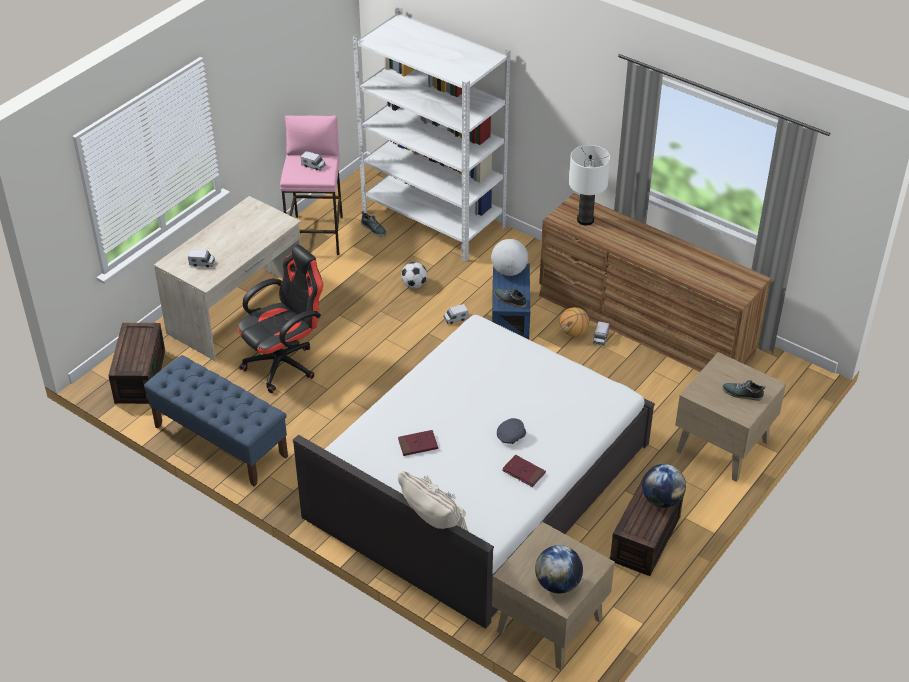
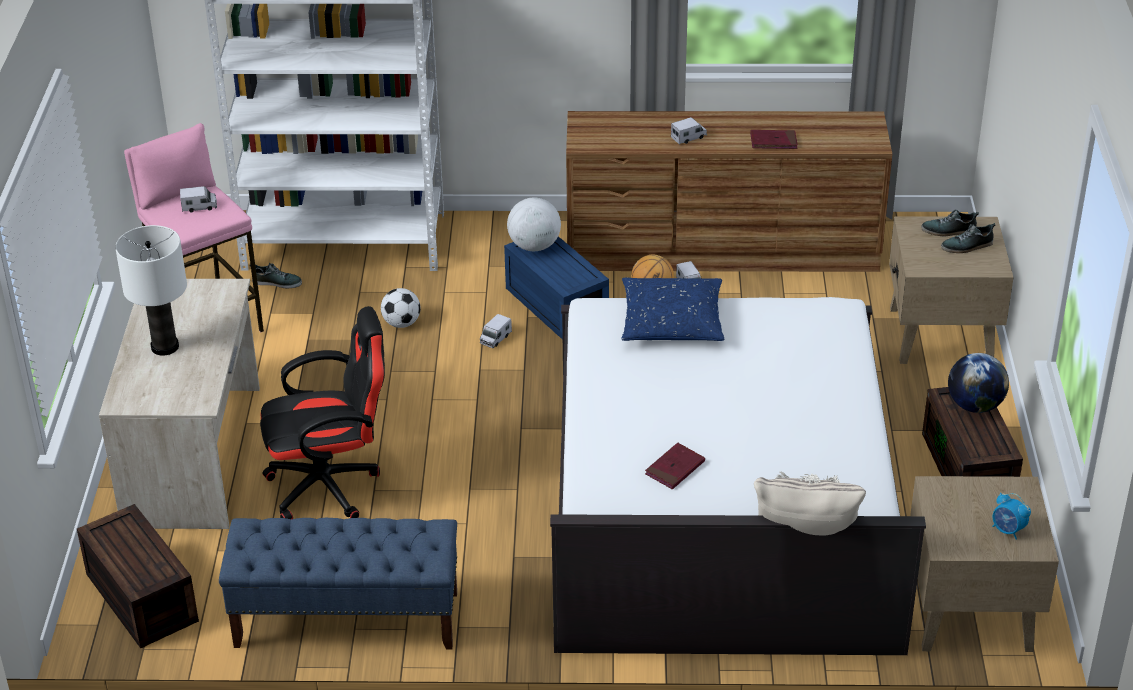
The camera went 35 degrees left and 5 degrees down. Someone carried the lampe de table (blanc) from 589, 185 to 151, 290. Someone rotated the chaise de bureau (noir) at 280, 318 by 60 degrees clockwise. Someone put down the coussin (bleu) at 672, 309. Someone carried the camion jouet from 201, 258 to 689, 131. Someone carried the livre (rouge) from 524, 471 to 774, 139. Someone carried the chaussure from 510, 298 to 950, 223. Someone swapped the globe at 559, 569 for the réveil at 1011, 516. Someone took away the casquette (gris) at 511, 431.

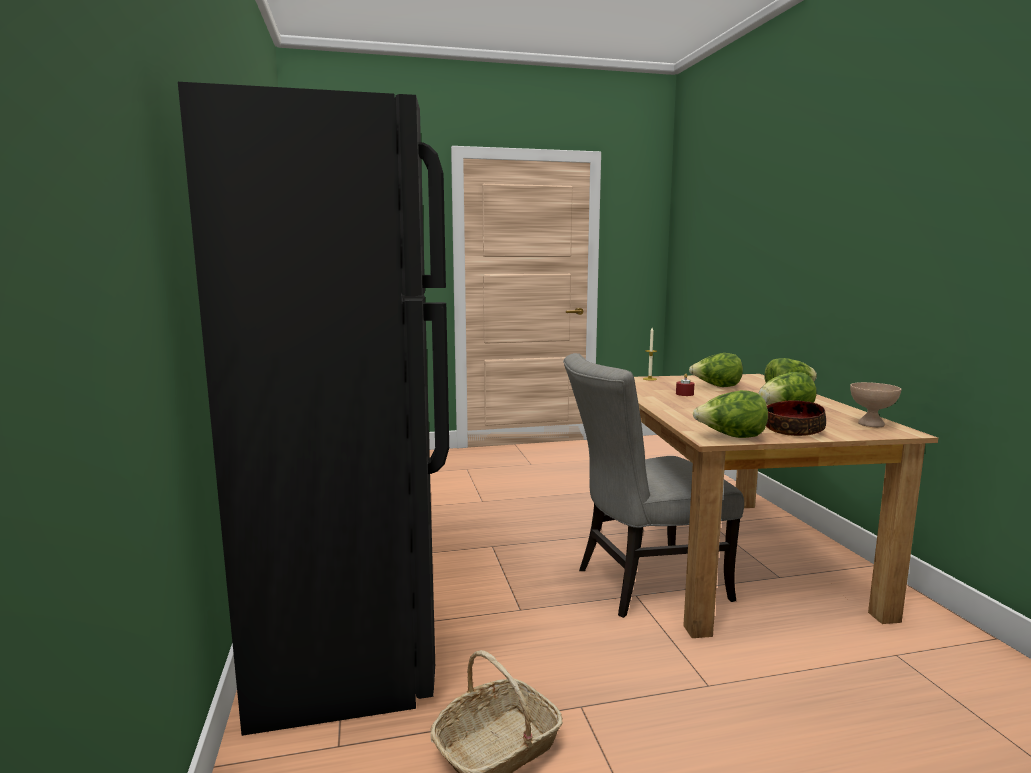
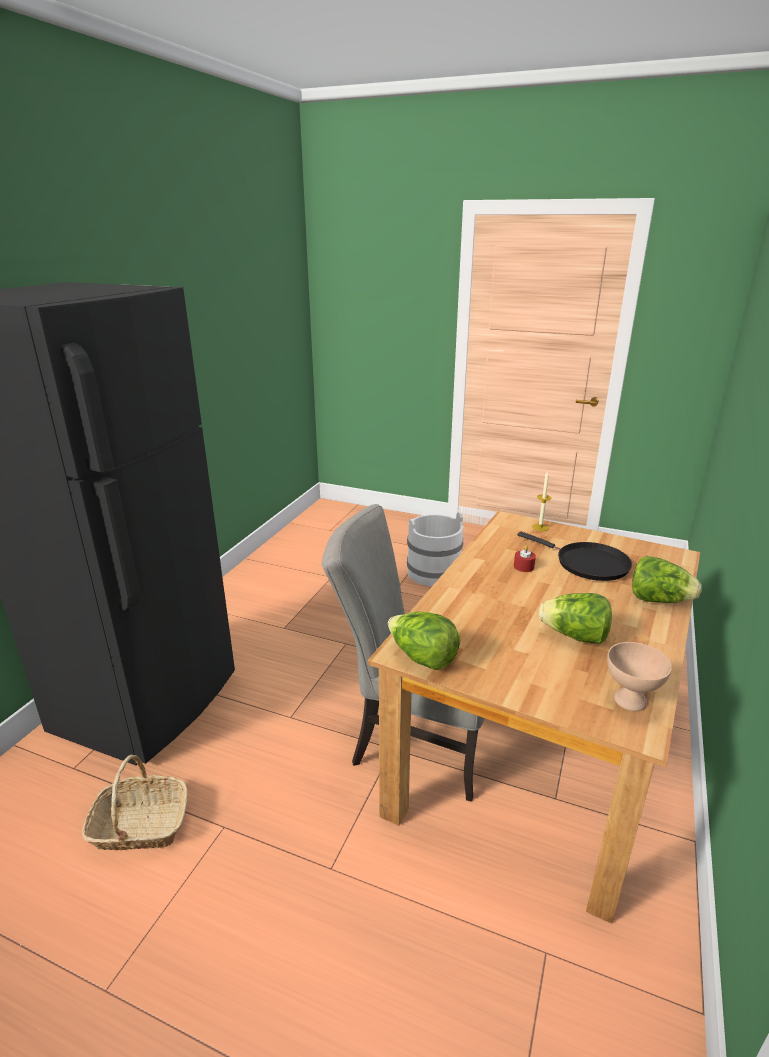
The camera went 35 degrees right and 15 degrees up. Someone put down the seau (blanc) at 435, 549. Someone swapped the laitue at 716, 370 for the poêle (noir) at 575, 556. Someone took away the bol at 796, 418.

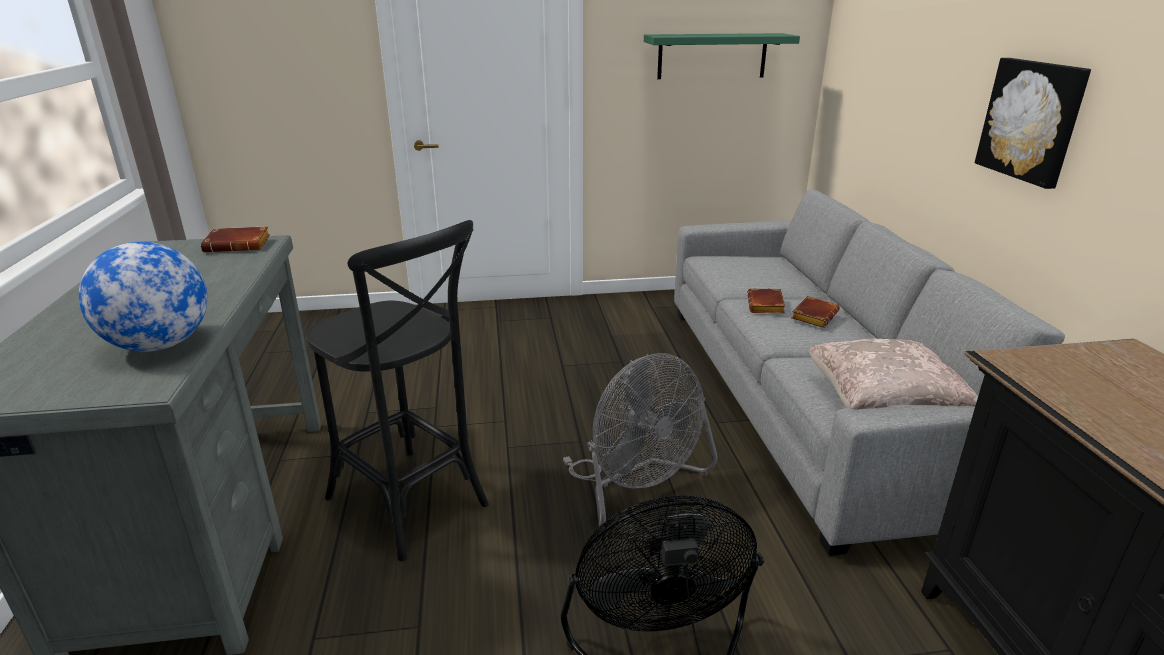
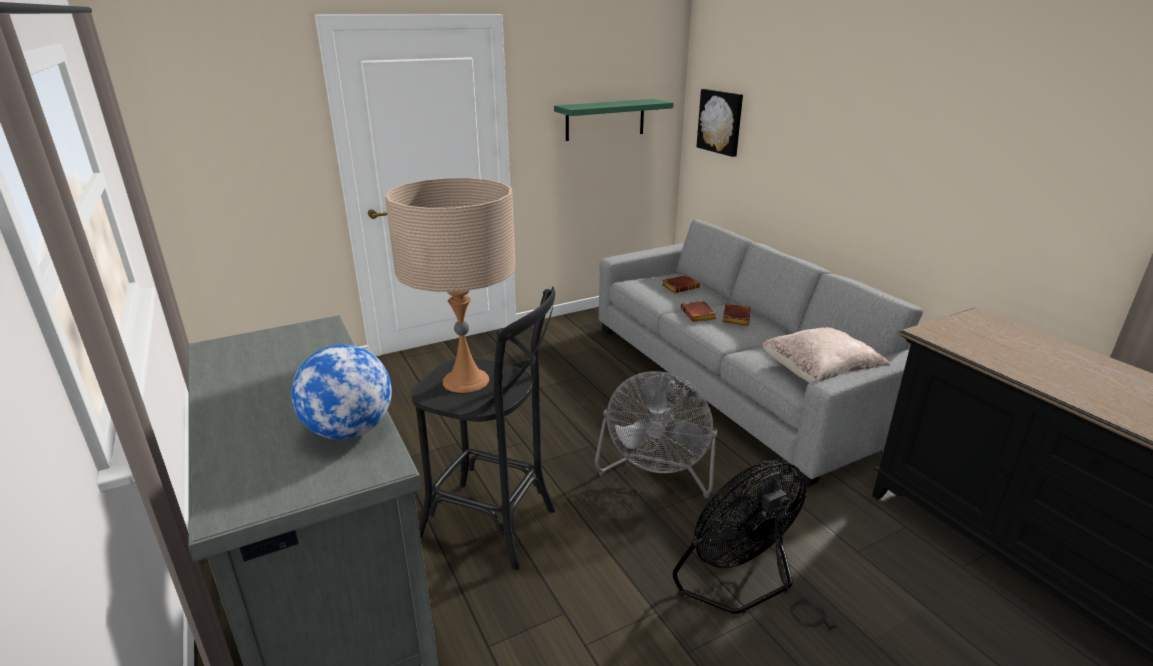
The camera went 20 degrees left and 0 degrees up. Someone put down the lampe de table (beige) at 450, 285. Someone rotated the ventilateur (gris) at 640, 441 by 75 degrees clockwise. Someone carried the livre (marron) from 235, 239 to 681, 284. Someone carried the tableau from 1033, 123 to 719, 123.

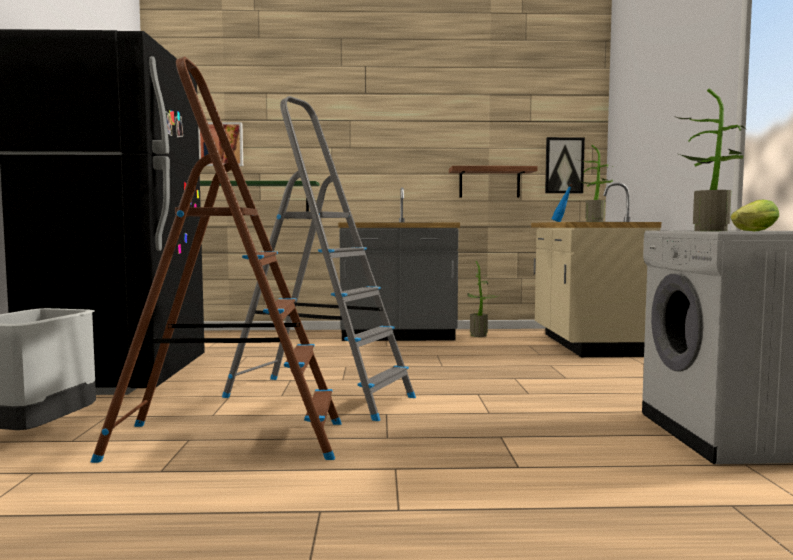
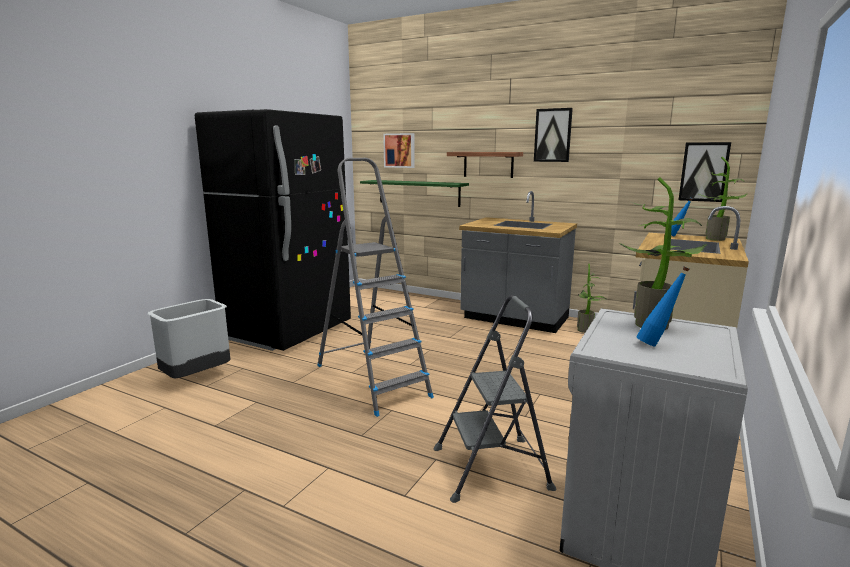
The camera went 30 degrees right and 10 degrees up. Someone put down the escabeau (gris) at 495, 399. Someone carried the étagère from 493, 182 to 485, 165. Someone put up the tableau at 553, 135. Someone swapped the laitue at 754, 215 for the bouteille (bleu) at 663, 307. Someone took away the escabeau (marron) at 216, 259.

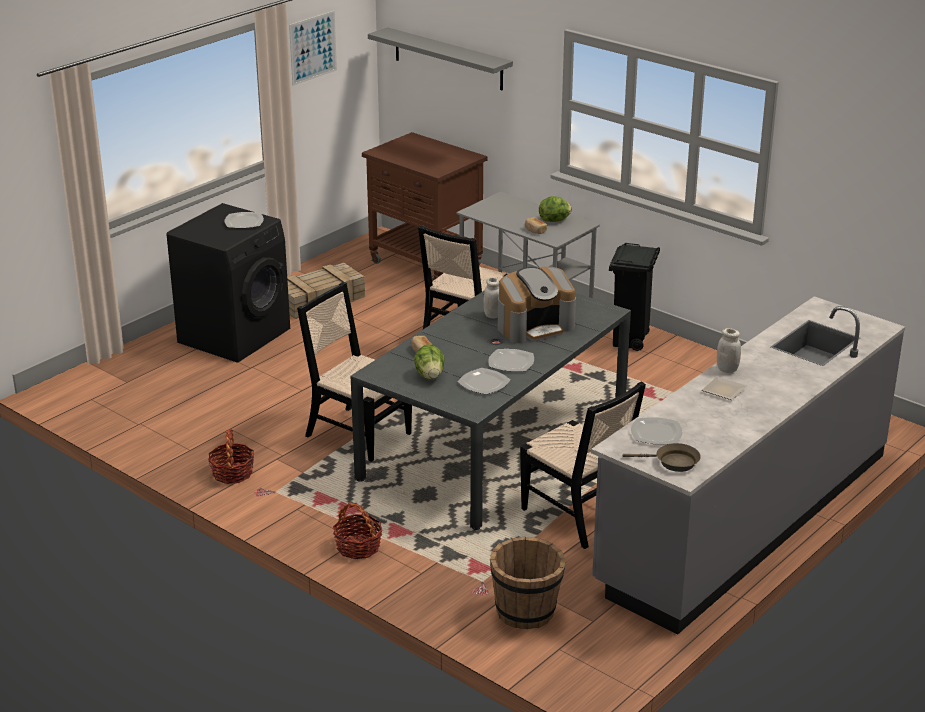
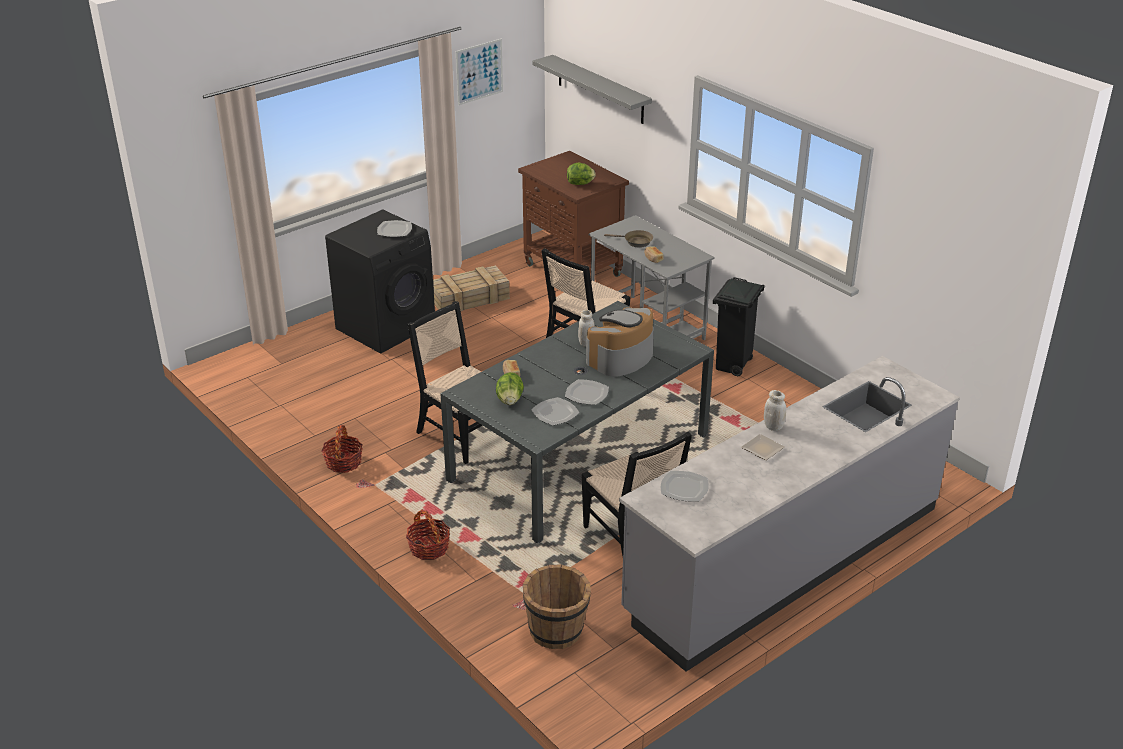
The camera went 10 degrees right and 5 degrees up. Someone carried the laitue from 555, 209 to 581, 174. Someone rotated the machine à café at 537, 305 by 150 degrees clockwise. Someone carried the poêle (marron) from 662, 457 to 628, 239.

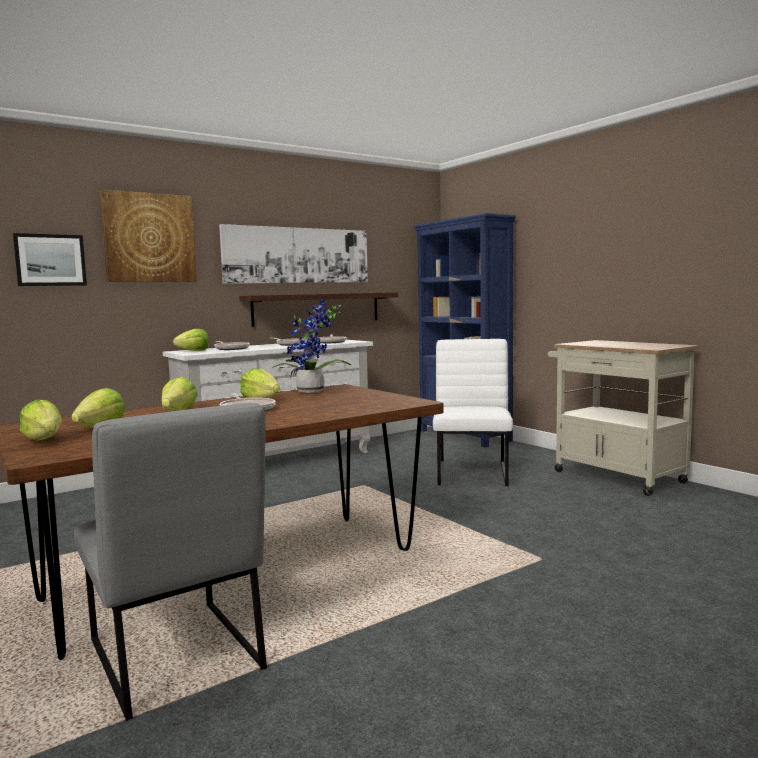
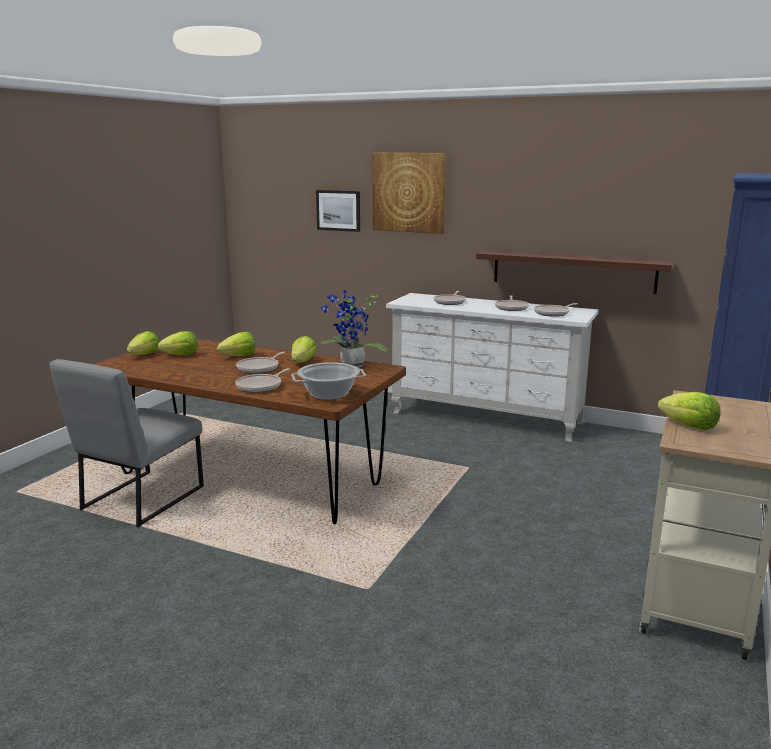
The camera went 60 degrees right and 10 degrees up. Someone put down the poêle at 262, 380. Someone put down the marmite at 328, 381. Someone carried the laitue from 191, 340 to 689, 411. Someone took away the tableau at 293, 254. Someone took away the chaise (blanc) at 473, 412.

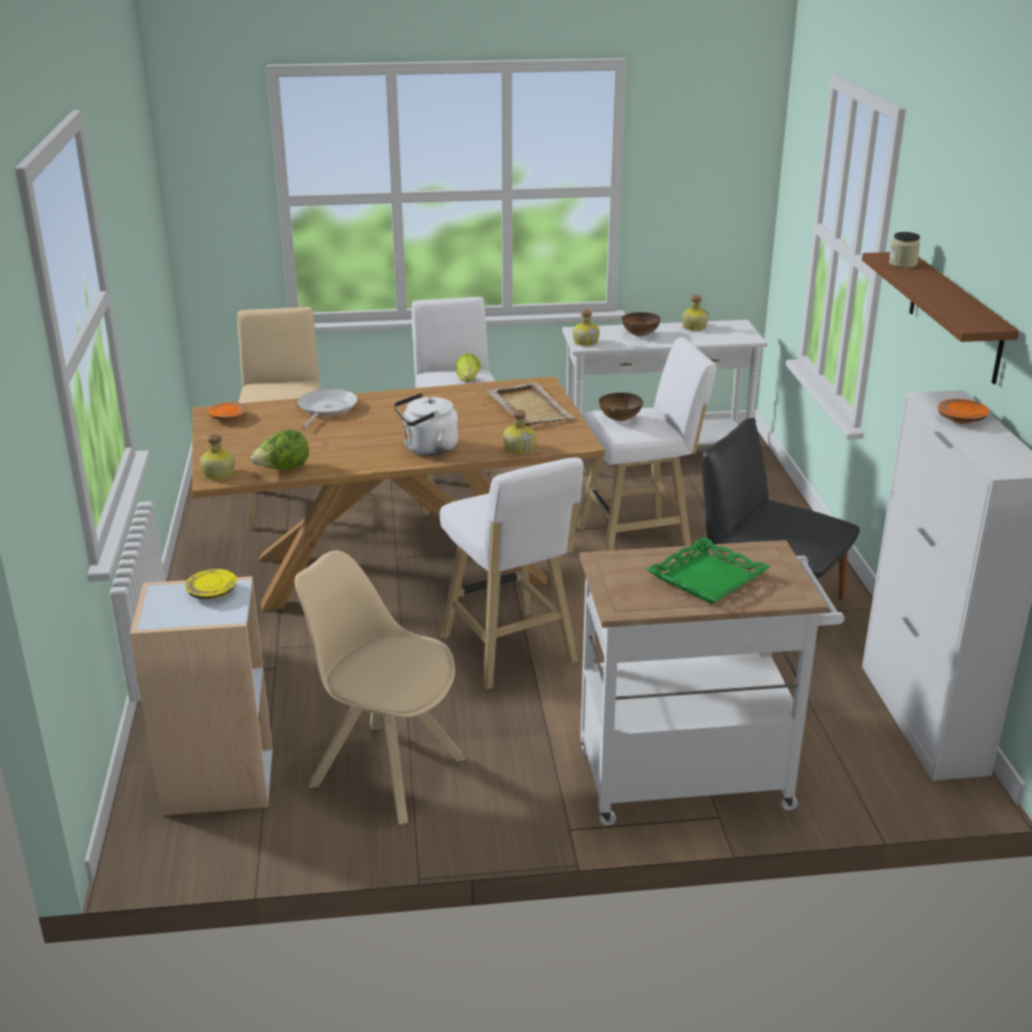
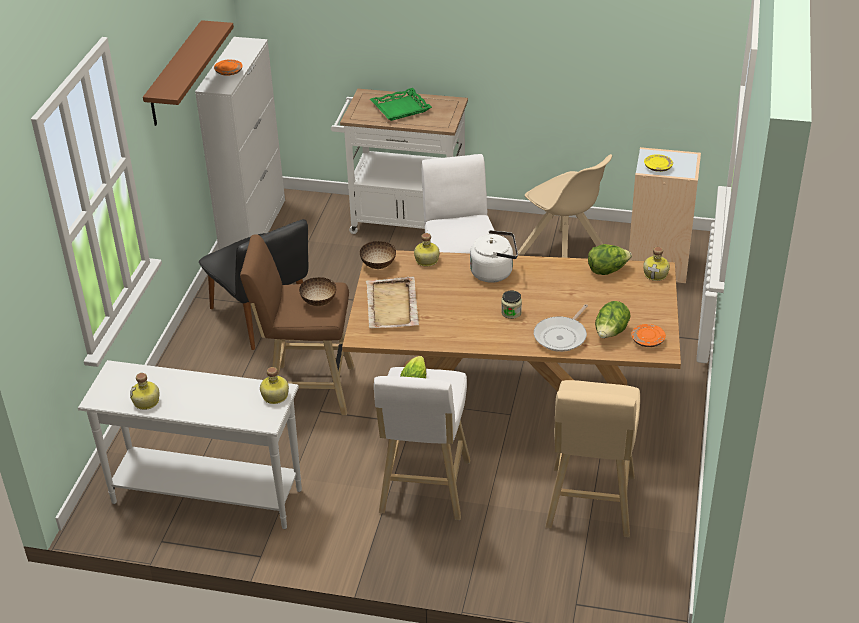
The camera went 160 degrees left and 10 degrees up. Someone repainted the tabouret (blanc) at 646, 444, which became the tabouret (marron) at 297, 325. Someone carried the bol from 641, 324 to 378, 255. Someone carried the bocal from 904, 250 to 511, 305. Someone put down the laitue at 613, 319.

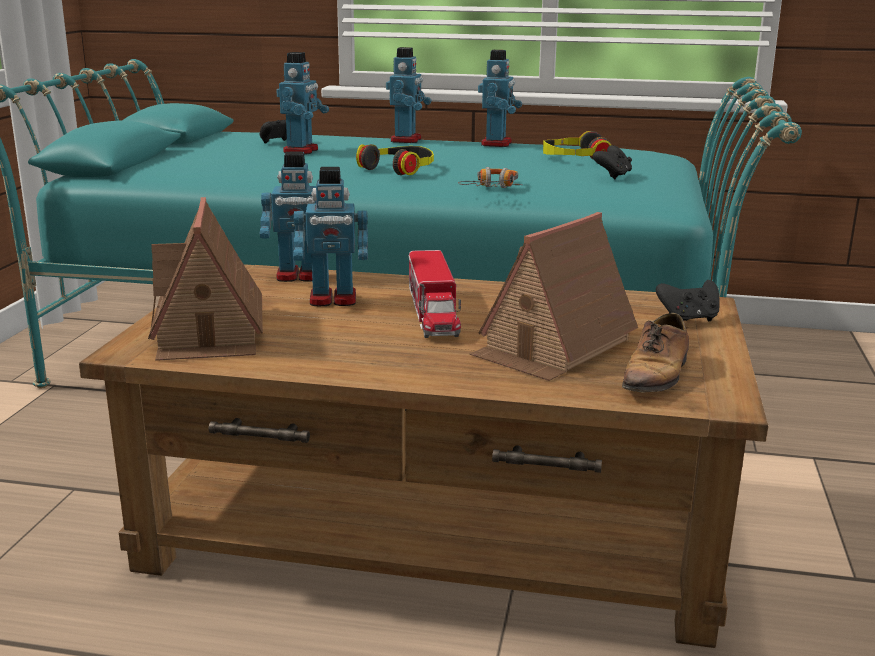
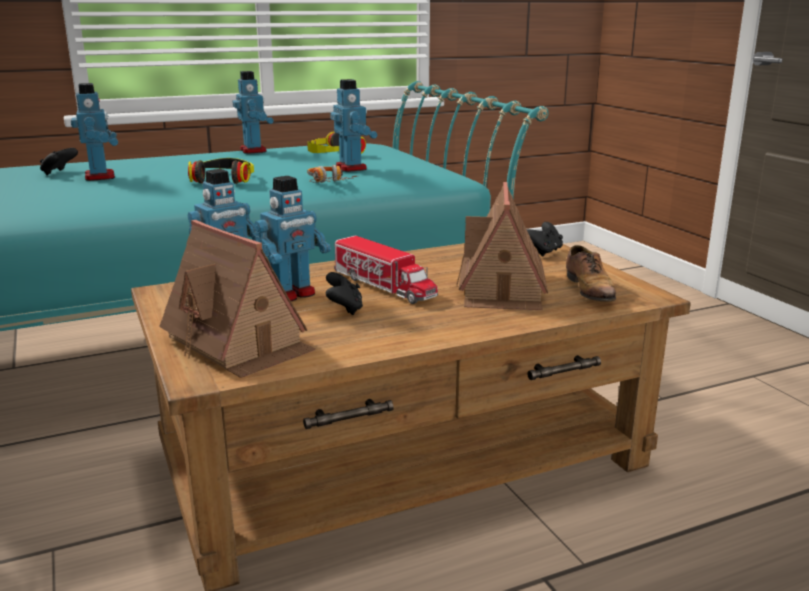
The camera went 35 degrees left and 0 degrees up. Someone carried the manette (noir) from 612, 162 to 344, 293. Someone carried the robot jouet from 408, 95 to 353, 125.

